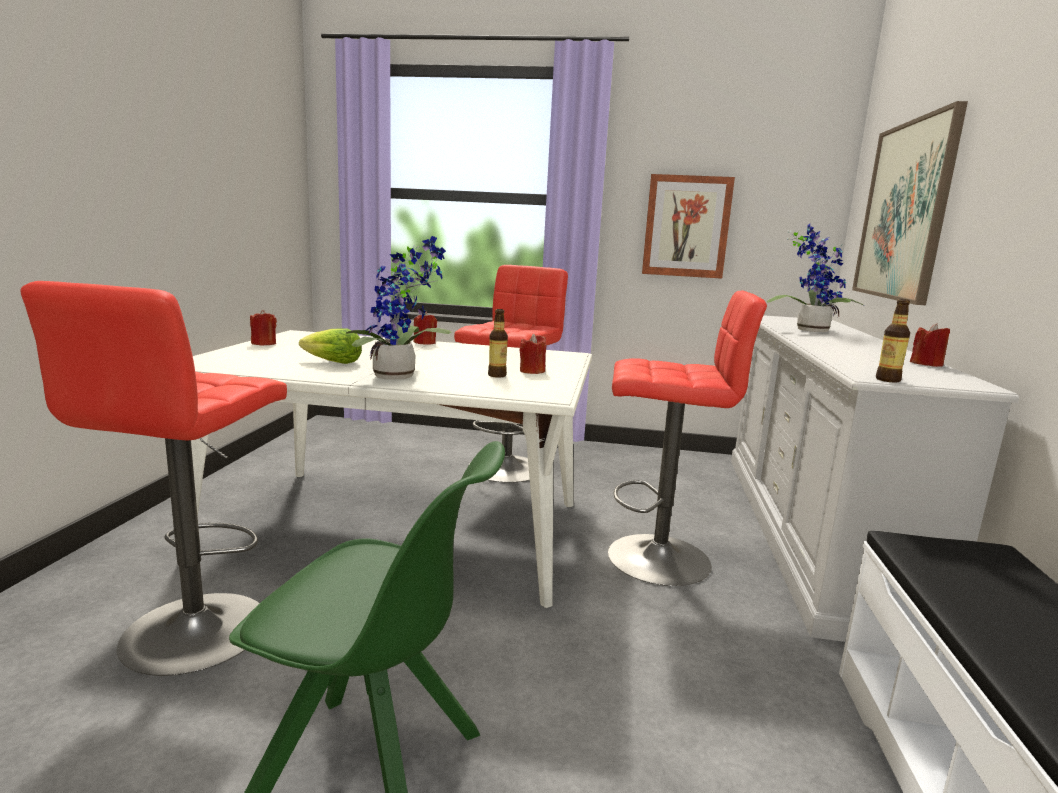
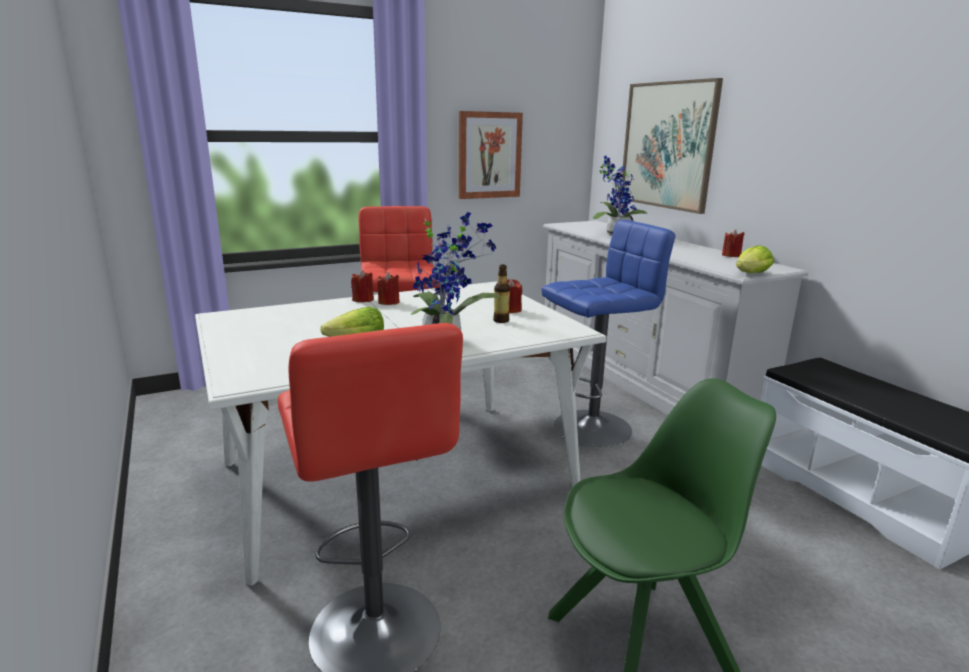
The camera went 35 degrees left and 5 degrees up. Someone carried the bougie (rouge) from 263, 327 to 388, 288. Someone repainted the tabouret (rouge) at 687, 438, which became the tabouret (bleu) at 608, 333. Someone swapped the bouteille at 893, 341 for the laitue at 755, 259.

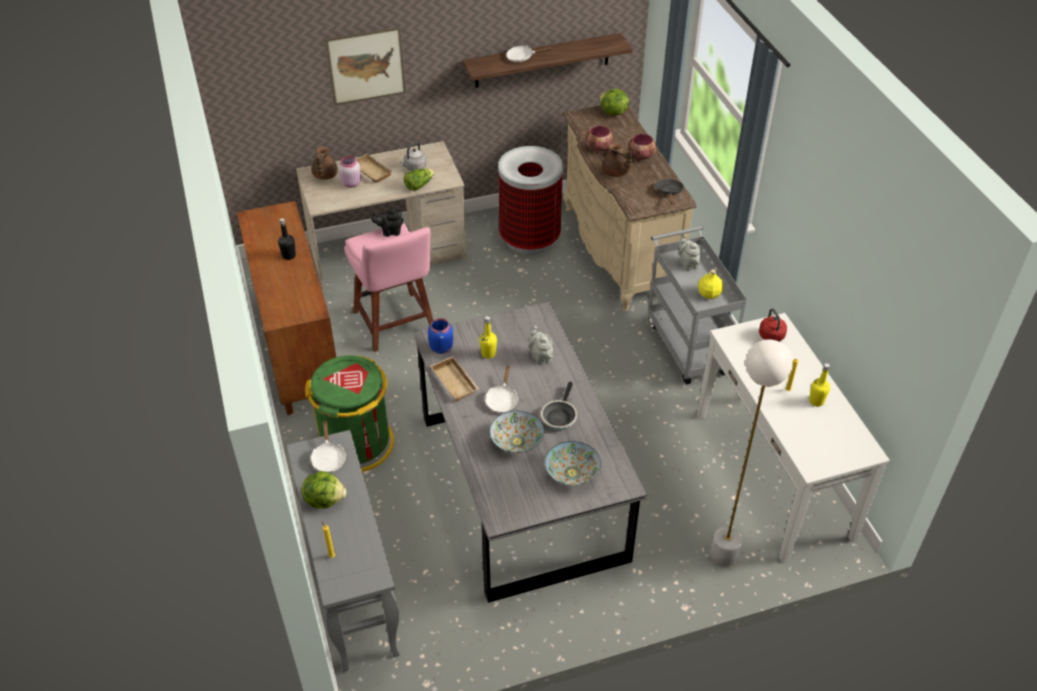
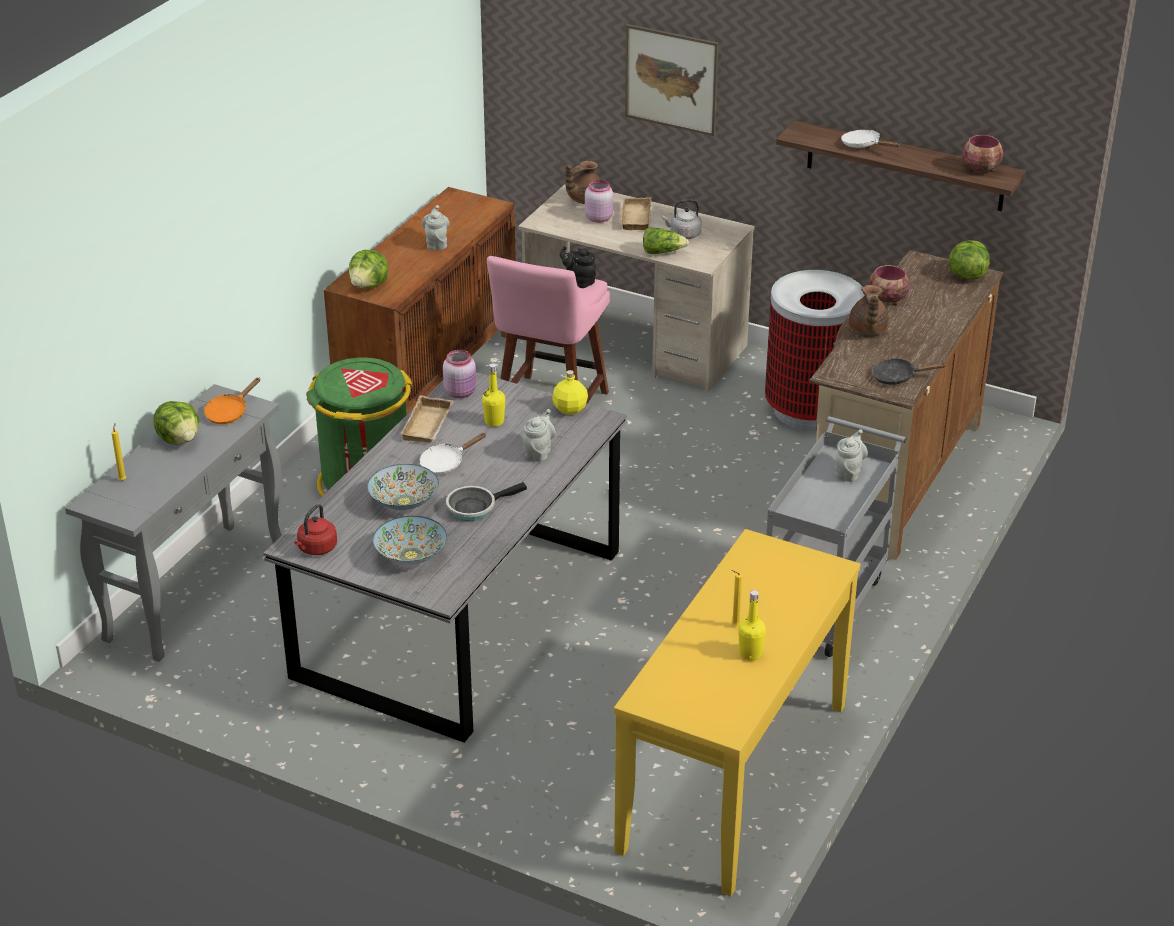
The camera went 45 degrees right and 10 degrees down. Someone repainted the poêle (blanc) at 328, 446, which became the poêle (orange) at 232, 401. Someone carried the bouilloire (rouge) from 773, 325 to 315, 529. Someone put down the laitue at 368, 269. Someone swapped the bouteille (noir) at 287, 239 for the théière (gris) at 436, 227. Someone repainted the bocal (bleu) at 441, 336, which became the bocal (rose) at 459, 374. Someone carried the bouteille (jaune) from 710, 284 to 570, 392. Someone repainted the table console (blanc) at 793, 438, which became the table console (jaune) at 737, 713. Someone rotated the poêle (noir) at 669, 191 by 135 degrees counterclockwise. Someone carried the bol from 642, 147 to 982, 153. Someone took away the lampadaire (blanc) at 751, 453.

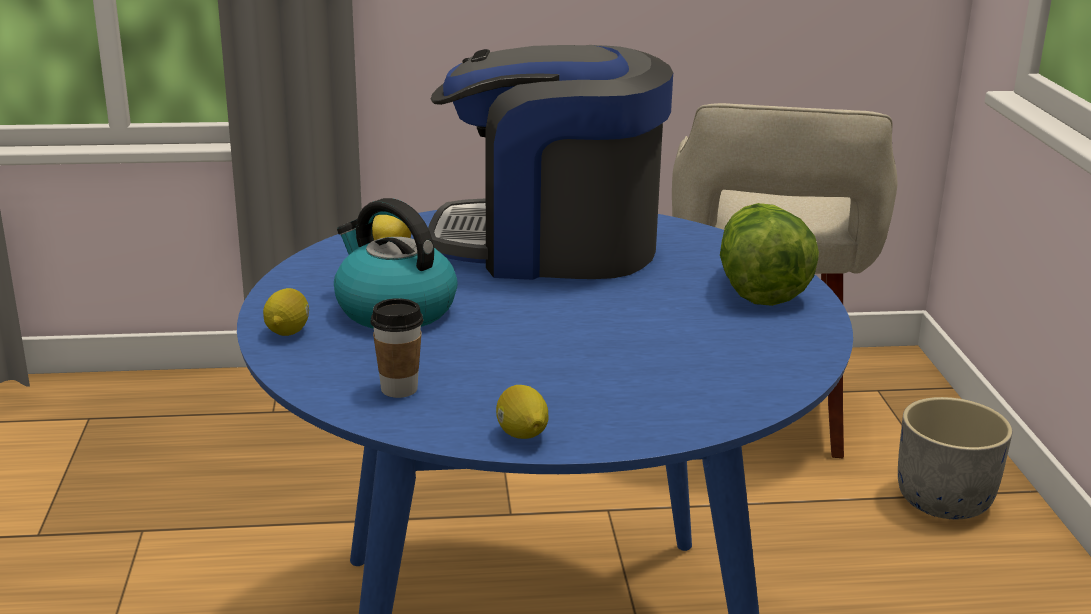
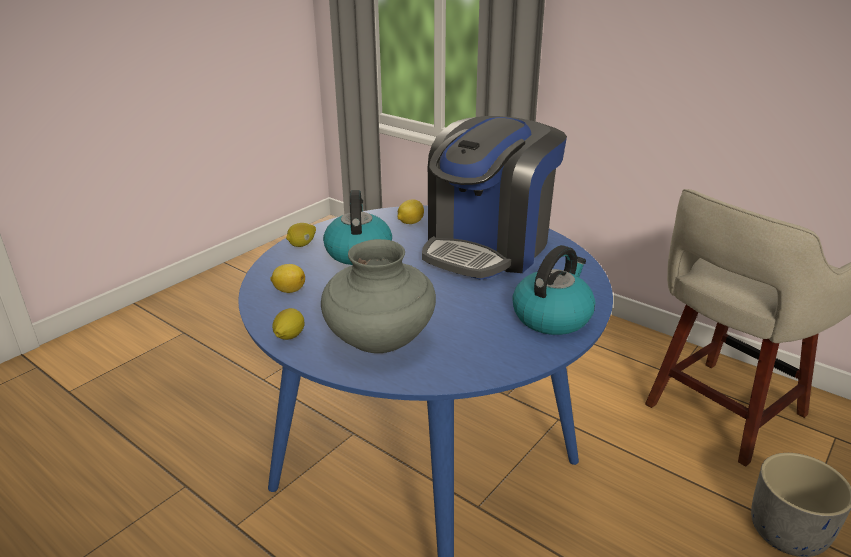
The camera went 45 degrees right and 5 degrees up. Someone swapped the tasse at 396, 348 for the citron at 287, 278. Someone put down the vase (gris) at 378, 296. Someone rotated the machine à café at 550, 162 by 105 degrees counterclockwise. Someone swapped the laitue at 769, 254 for the bouilloire at 553, 290.

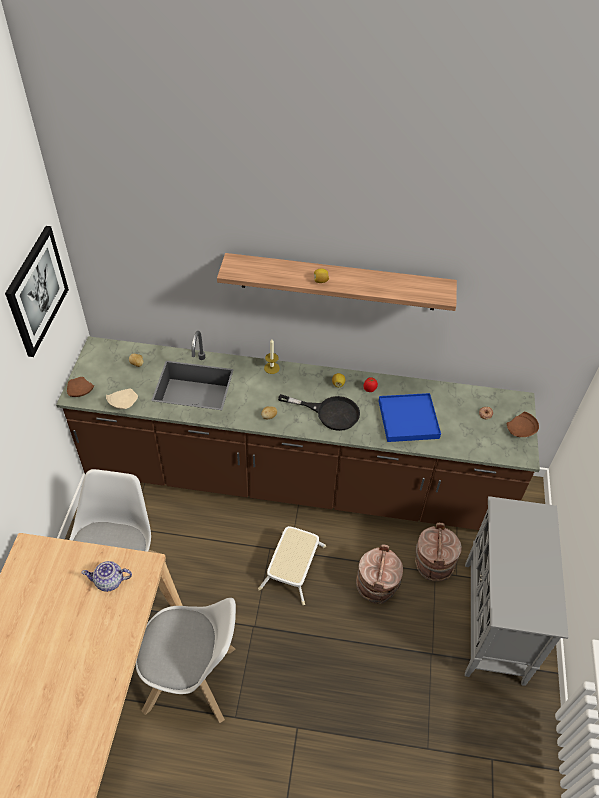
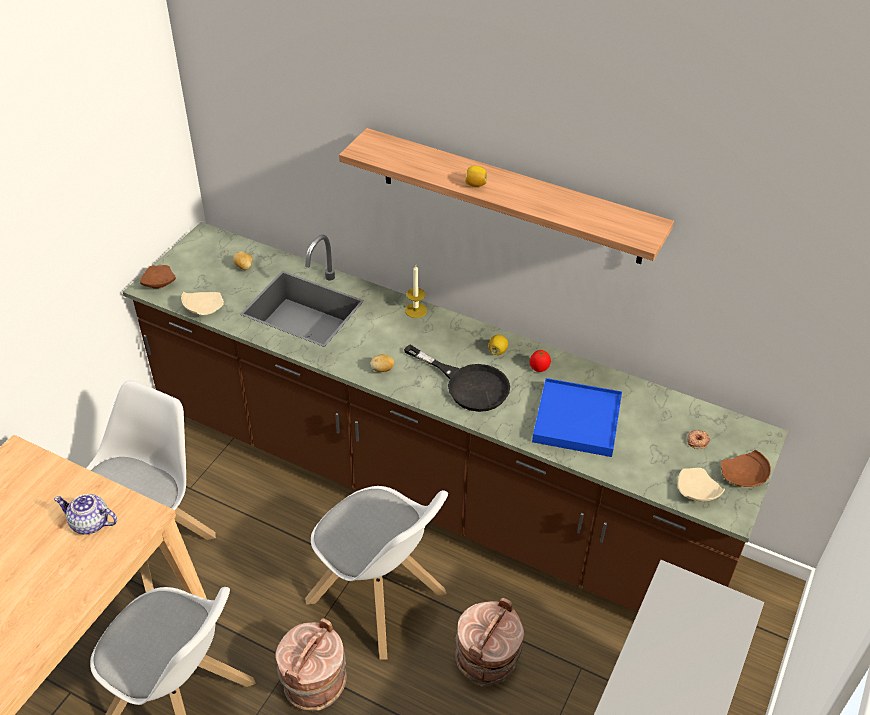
The camera went 20 degrees right and 5 degrees down. Someone carried the seau (marron) from 438, 552 to 311, 664. Someone swapped the escabeau (beige) at 292, 565 for the chaise at 376, 573. Someone put down the assiette (beige) at 701, 484. Someone took away the tableau at 37, 291.

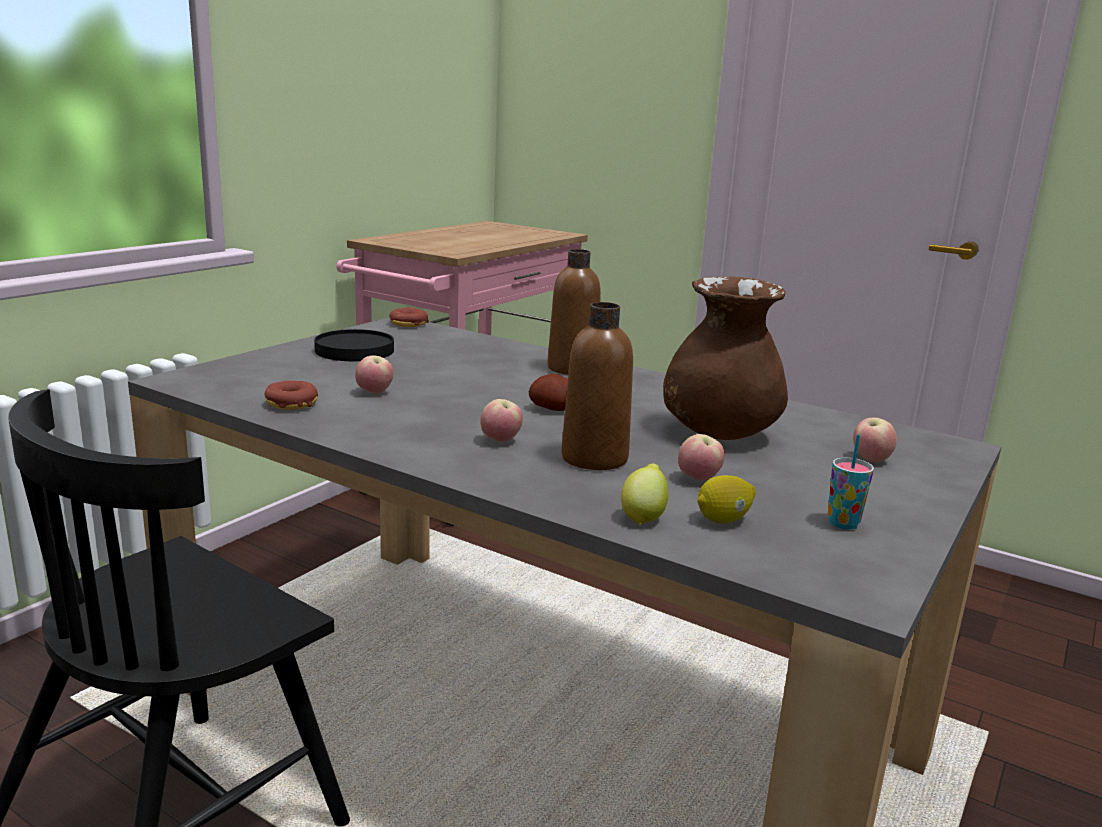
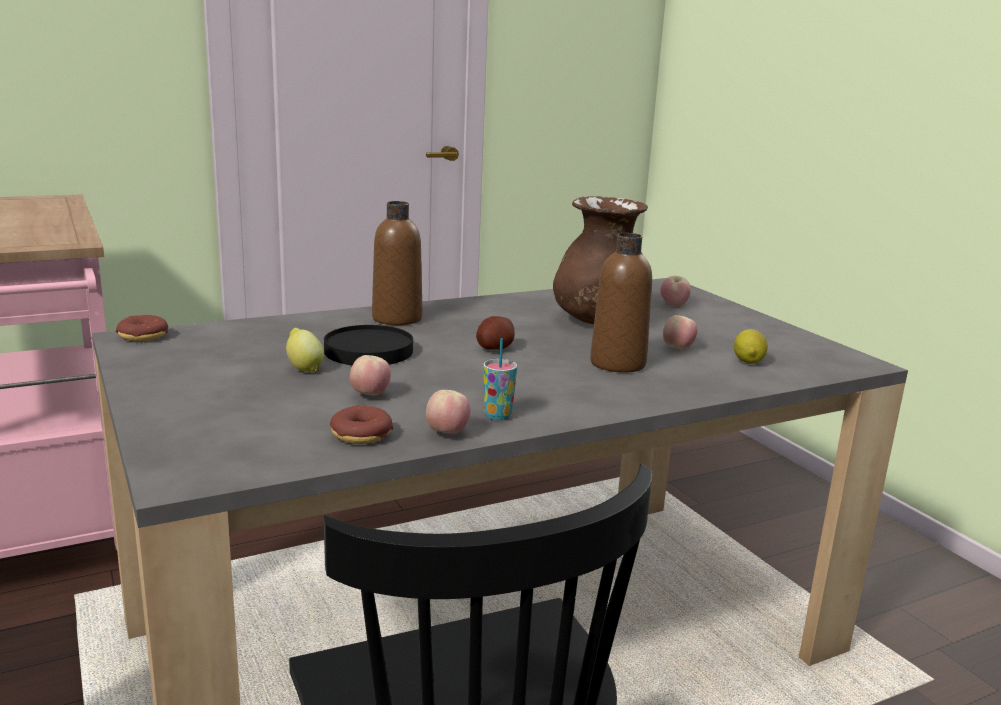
The camera went 60 degrees left and 0 degrees up. Someone carried the citron from 644, 494 to 305, 350. Someone carried the assiette (noir) from 354, 345 to 368, 345. Someone carried the pomme from 501, 420 to 448, 412. Someone carried the tasse from 850, 482 to 500, 379.

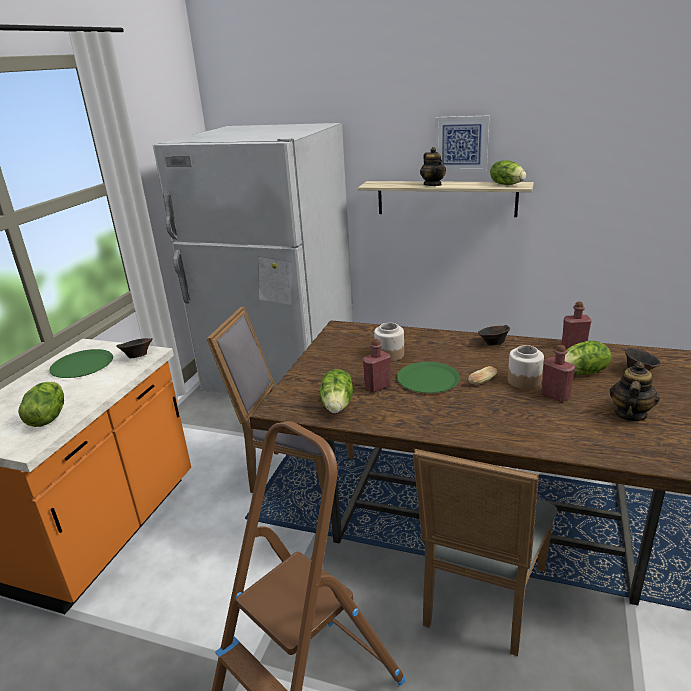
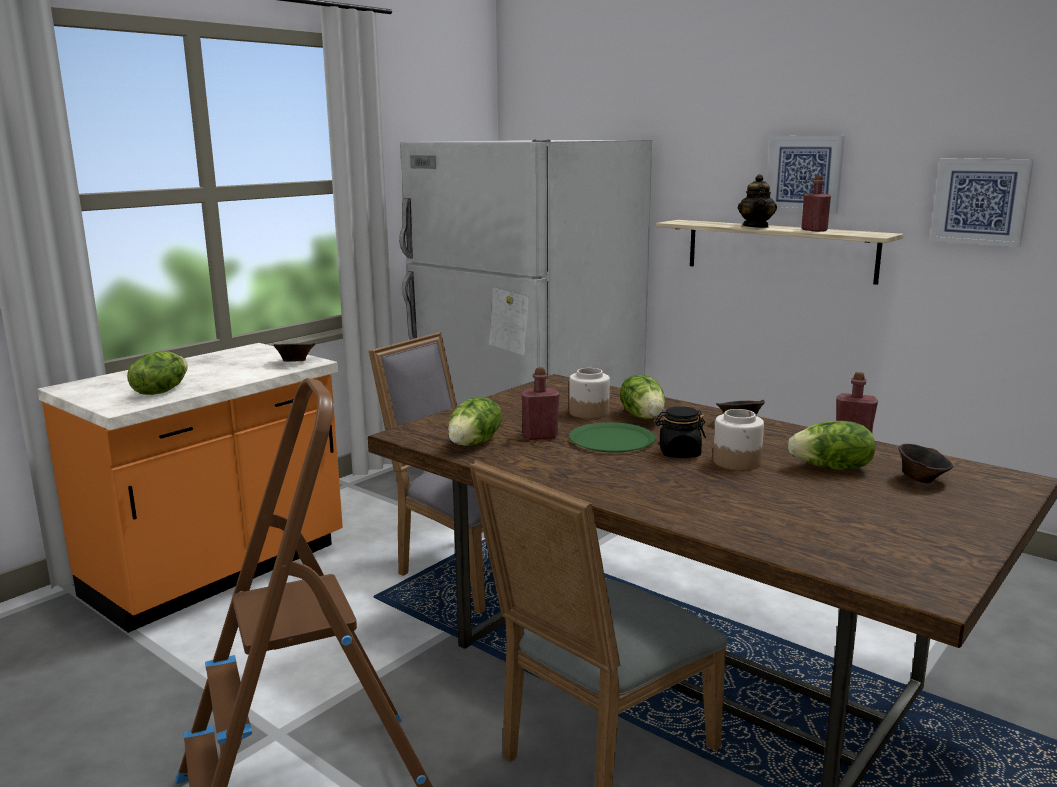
The camera went 20 degrees right and 10 degrees down. Someone carried the laitue from 508, 172 to 642, 397. Someone swapped the pain at 482, 375 for the bocal (noir) at 680, 432. Someone carried the bouteille (rouge) from 558, 373 to 816, 203. Someone put up the tableau at 982, 202. Someone took away the assiette (vert) at 81, 363. Someone took away the théière at 635, 391.

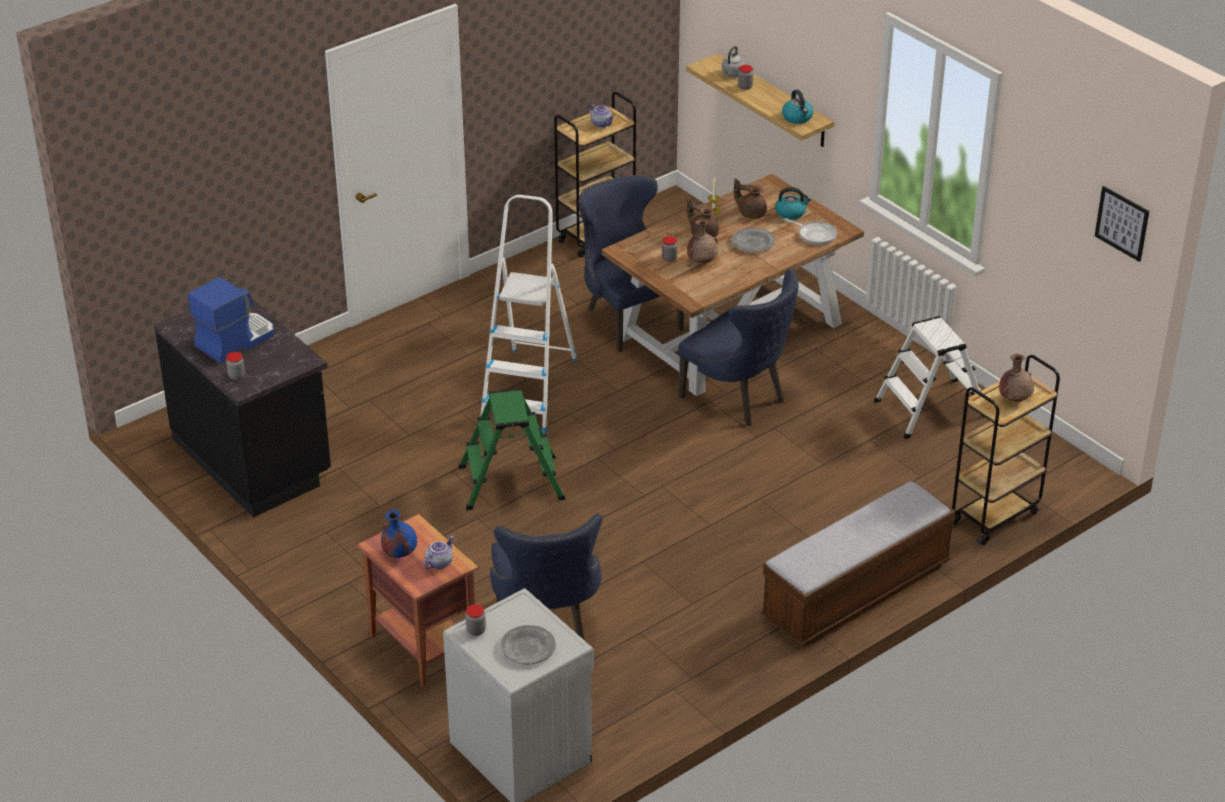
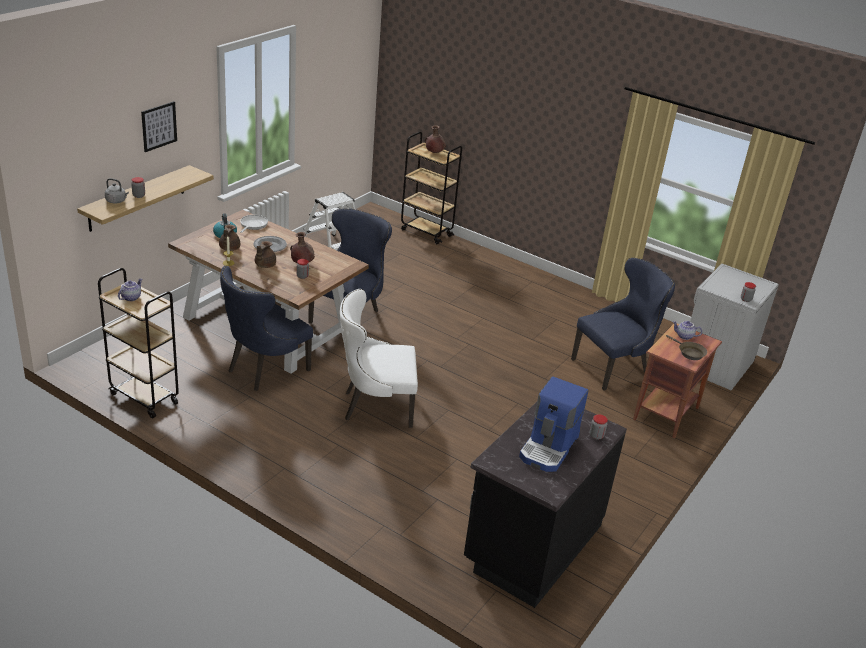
The camera went 110 degrees left and 5 degrees down. Someone carried the tableau from 1122, 224 to 159, 126. Someone swapped the escabeau (blanc) at 528, 314 for the chaise (blanc) at 379, 358. Someone rotated the machine à café at 231, 320 by 90 degrees counterclockwise. Someone swapped the vase (bleu) at 399, 534 for the poêle (marron) at 686, 347. Someone took away the escabeau (vert) at 512, 449. Someone took away the assiette (gris) at 528, 645. Someone took away the banc at 858, 564. Someone took away the bouilloire at 797, 107.

